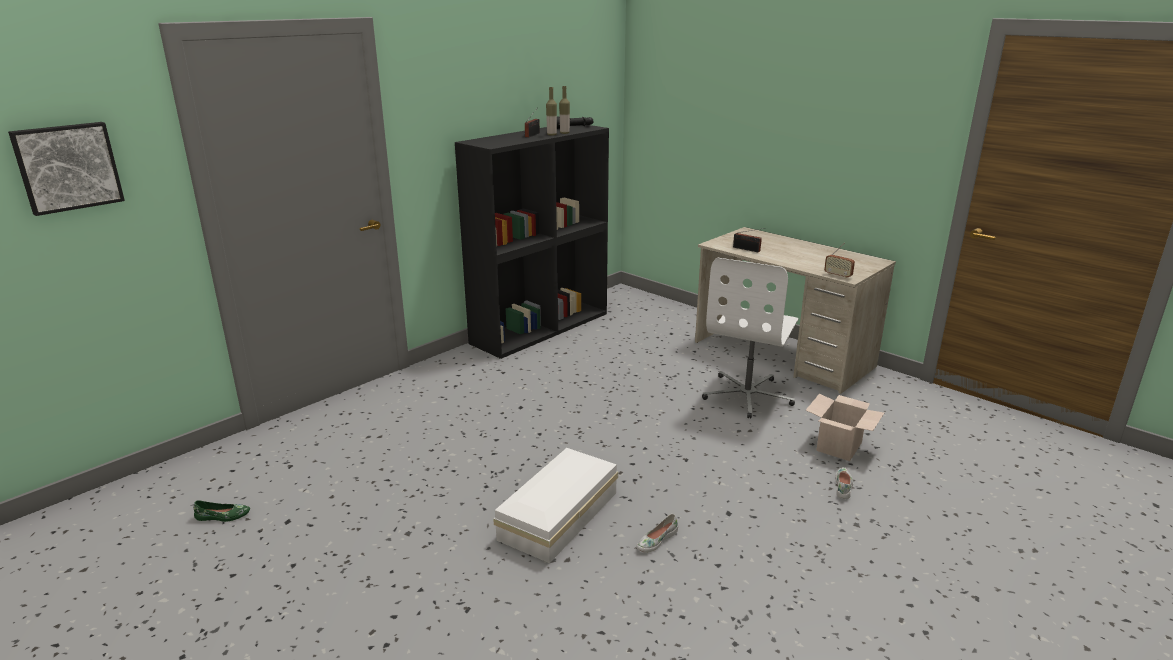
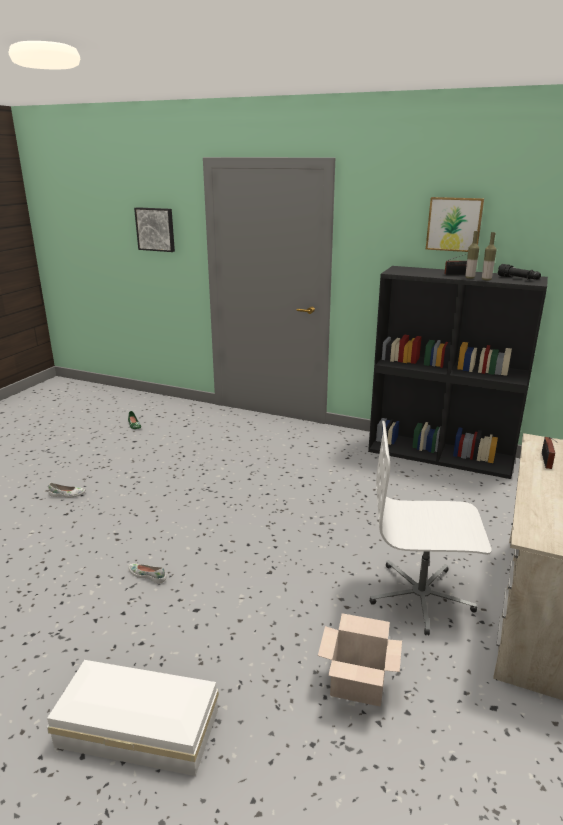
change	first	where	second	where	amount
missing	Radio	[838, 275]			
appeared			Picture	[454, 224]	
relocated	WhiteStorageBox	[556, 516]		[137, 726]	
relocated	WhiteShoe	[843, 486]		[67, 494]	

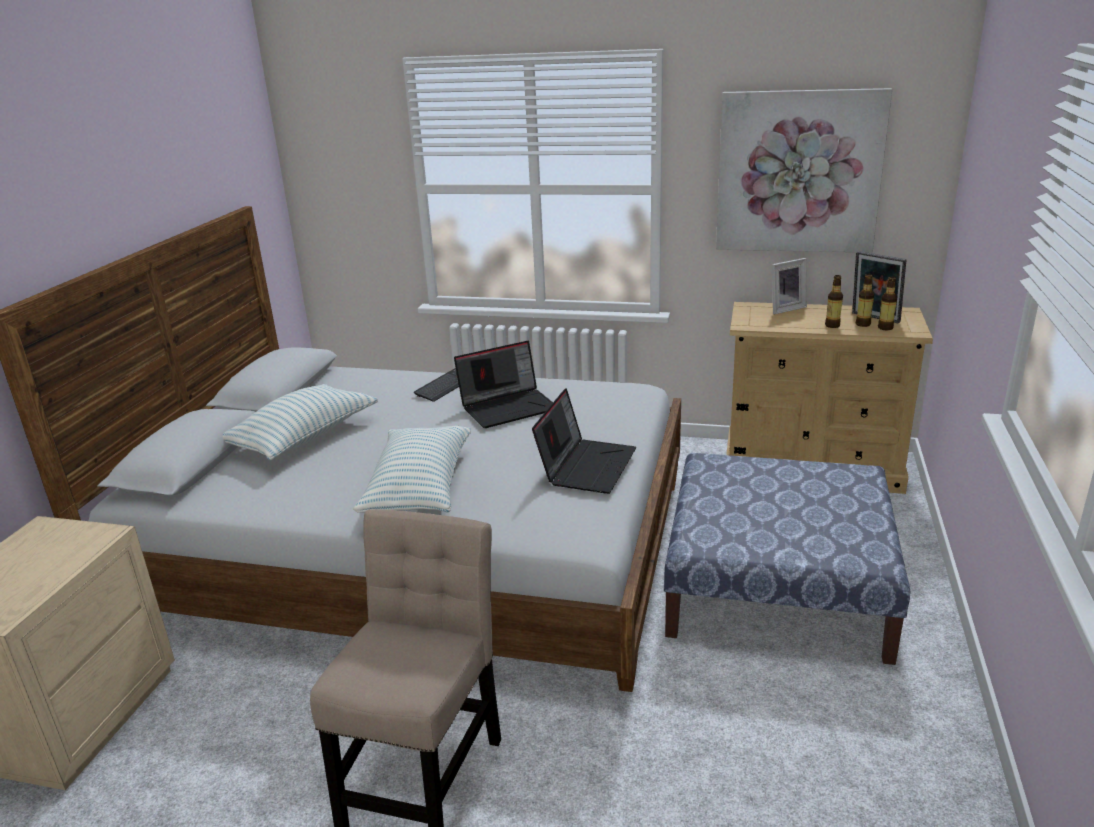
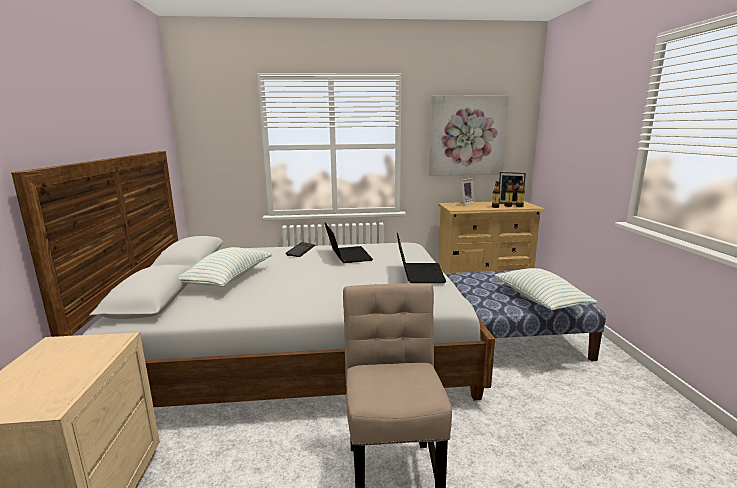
change	first	where	second	where	amount
relocated	Pillow	[419, 487]		[539, 300]	
spun	Laptop	[509, 407]		[347, 255]	60 degrees counterclockwise

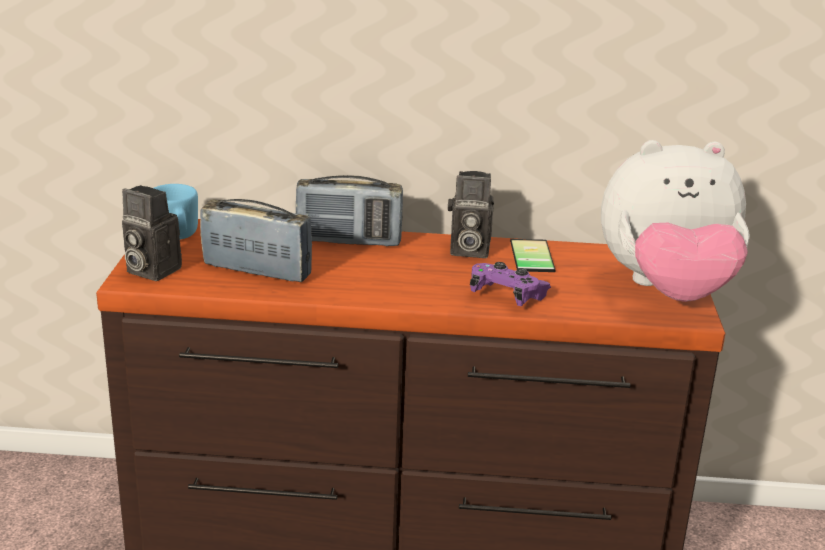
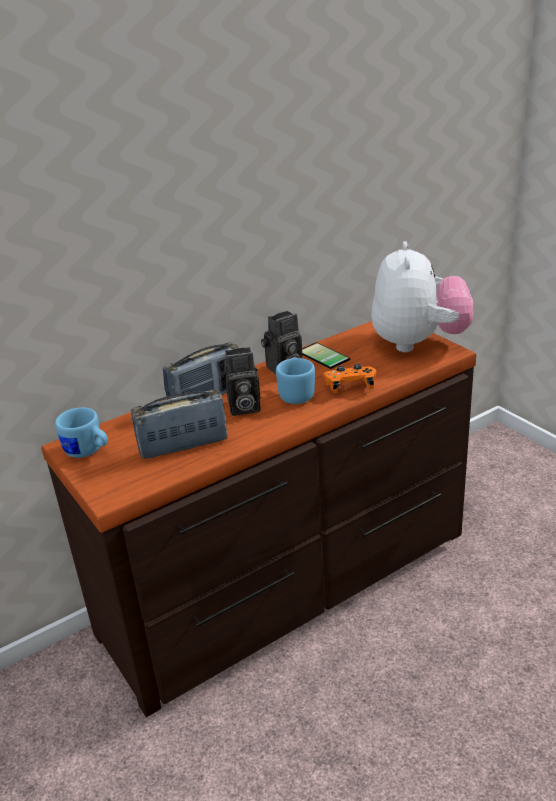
change	first	where	second	where	amount
appeared			BlueMug	[294, 395]	
relocated	PhotoCamera	[149, 270]		[242, 408]	
colour	PurpleGameController	[507, 296]	OrangeGameController	[350, 386]	
spun	PlushToy	[667, 291]		[418, 343]	45 degrees counterclockwise

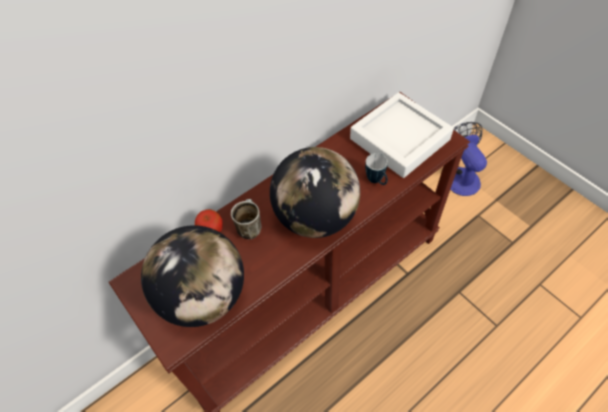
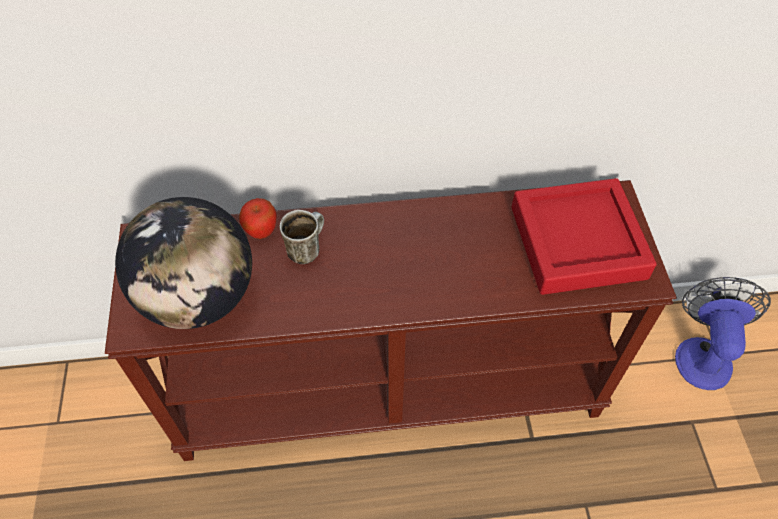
change	first	where	second	where	amount
missing	Globe	[315, 217]			
missing	Mug	[376, 181]			
colour	WhiteTray	[399, 139]	RedTray	[577, 242]	

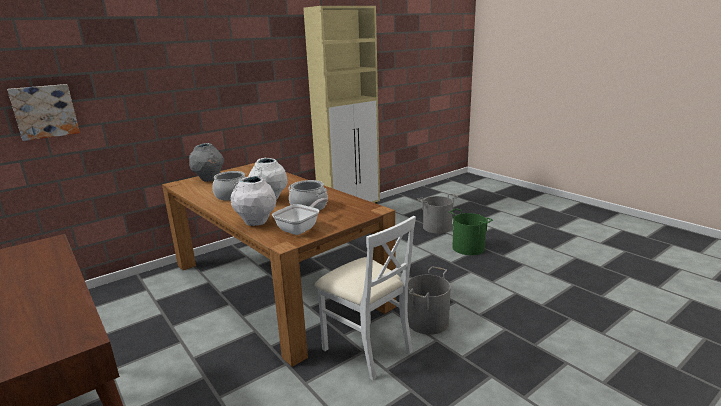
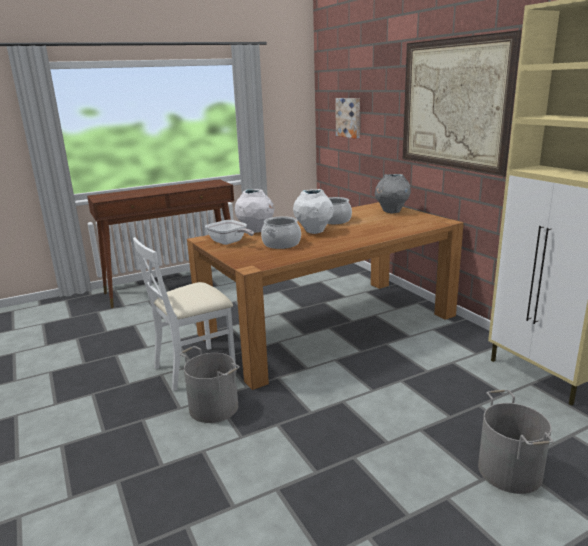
change	first	where	second	where	amount
missing	GreenBucket	[468, 248]			
appeared			Picture	[453, 104]	

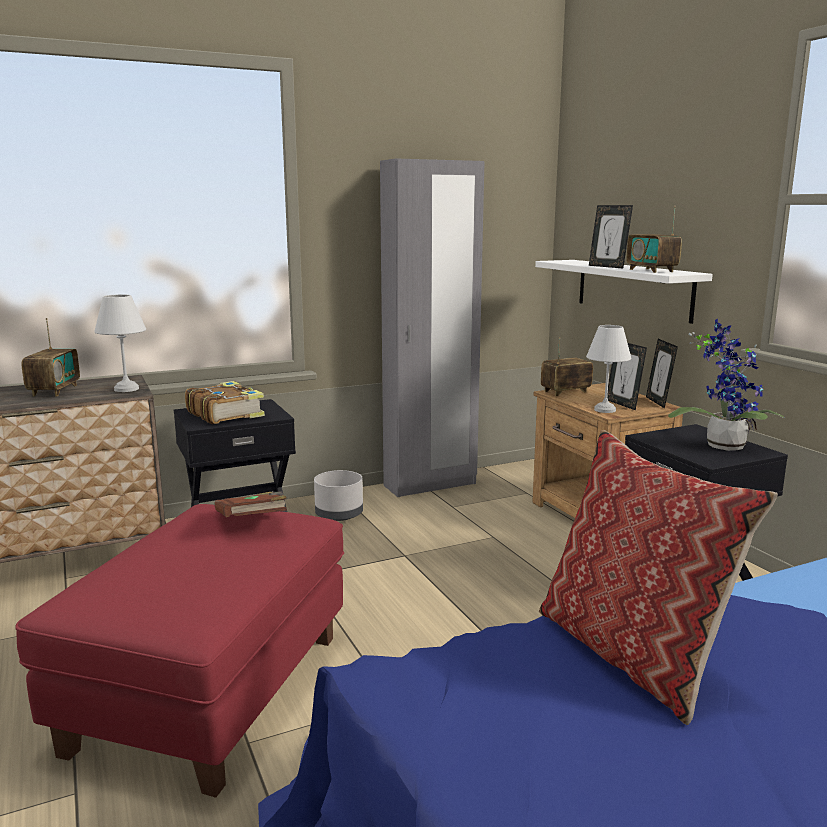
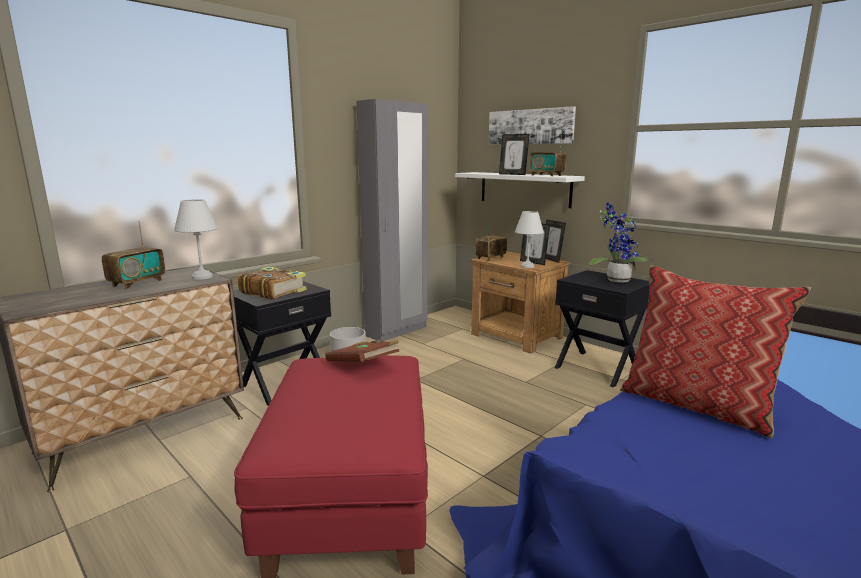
change	first	where	second	where	amount
appeared			Picture	[530, 126]	
spun	Radio	[54, 391]		[137, 283]	45 degrees clockwise

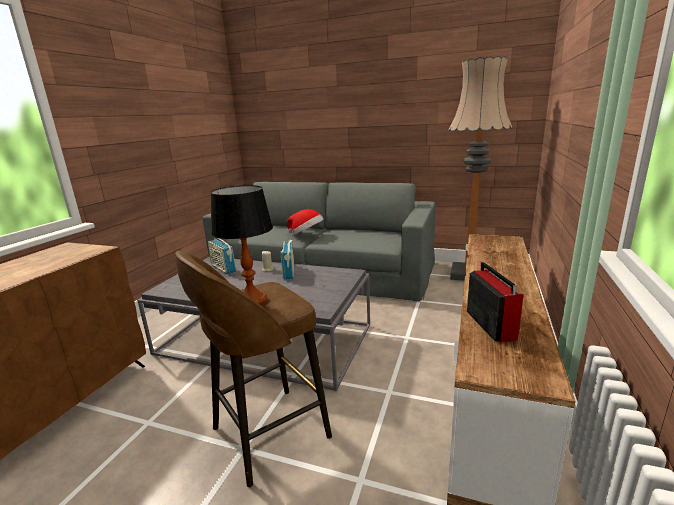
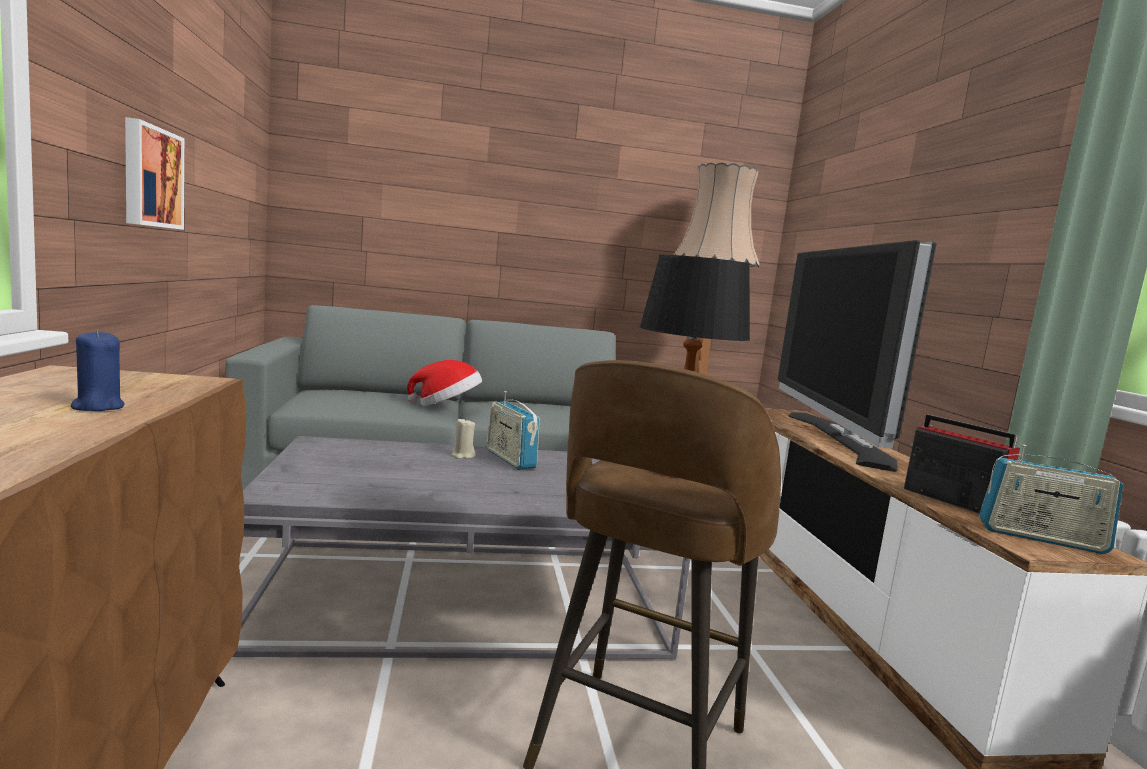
change	first	where	second	where	amount
appeared			BlueCandle	[97, 407]	
appeared			Picture	[150, 177]	
appeared			Television	[836, 439]	
relocated	Radio	[223, 268]		[1041, 538]	

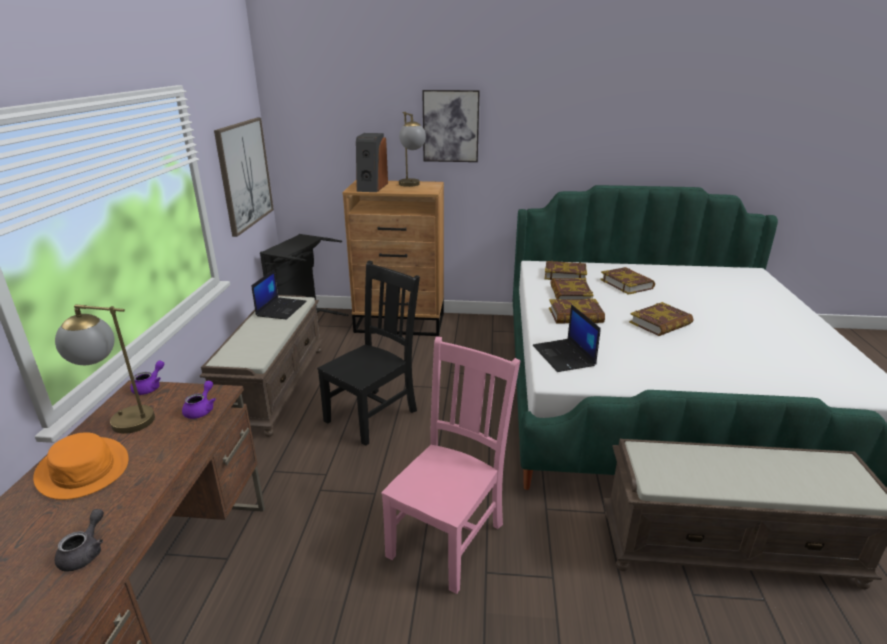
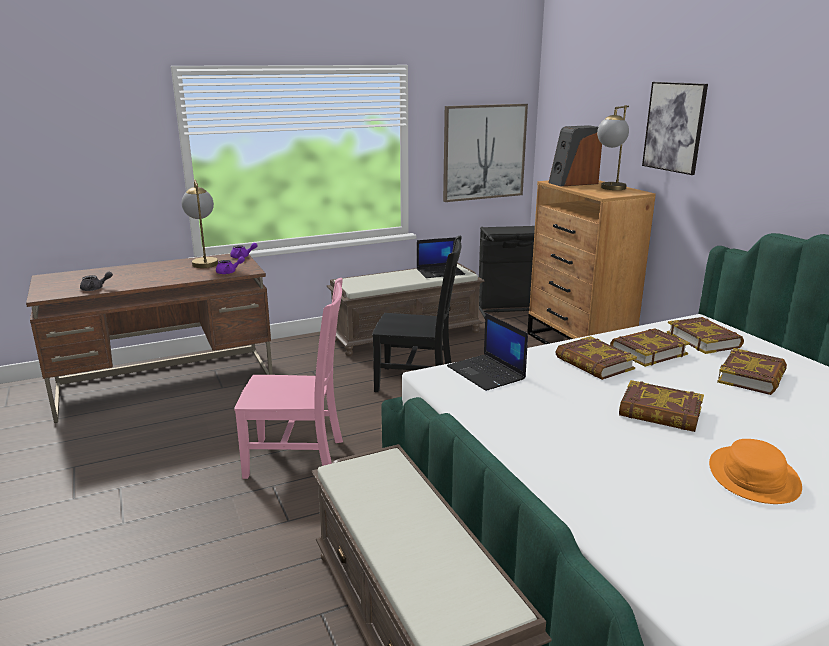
change	first	where	second	where	amount
relocated	OrangeHat	[83, 469]		[754, 476]	
spun	Laptop	[564, 356]		[487, 373]	75 degrees counterclockwise

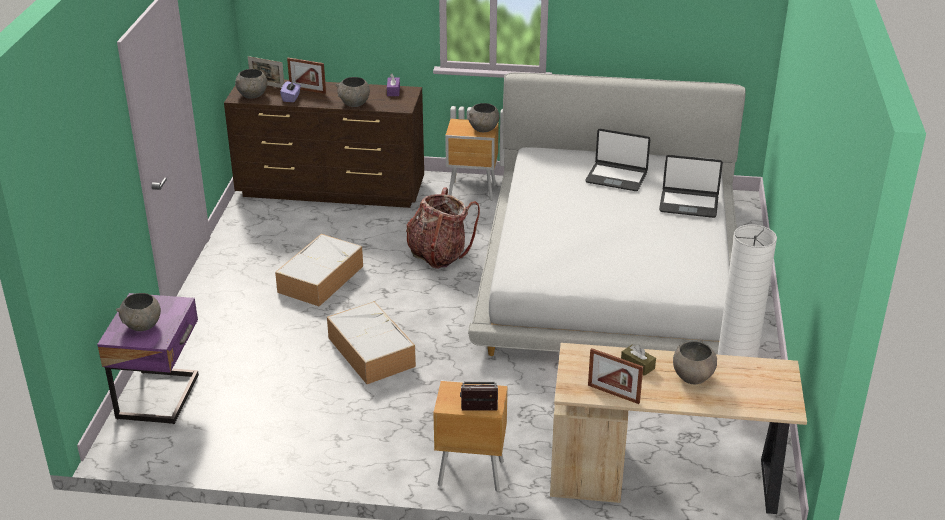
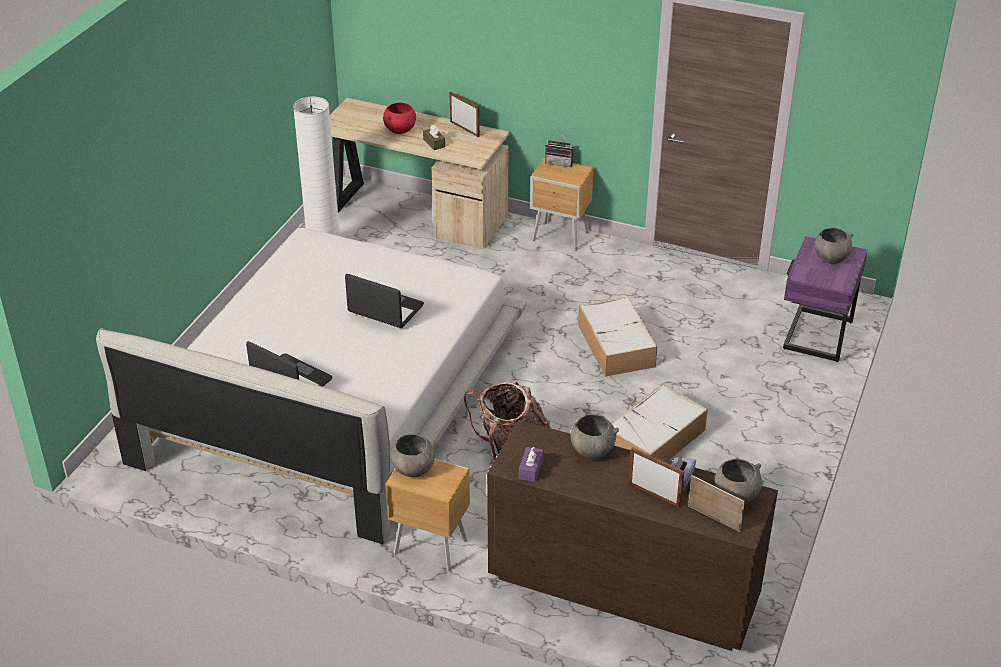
change	first	where	second	where	amount
relocated	Laptop	[688, 204]		[385, 309]	
colour	GreyBowl	[692, 377]	RedBowl	[400, 130]	

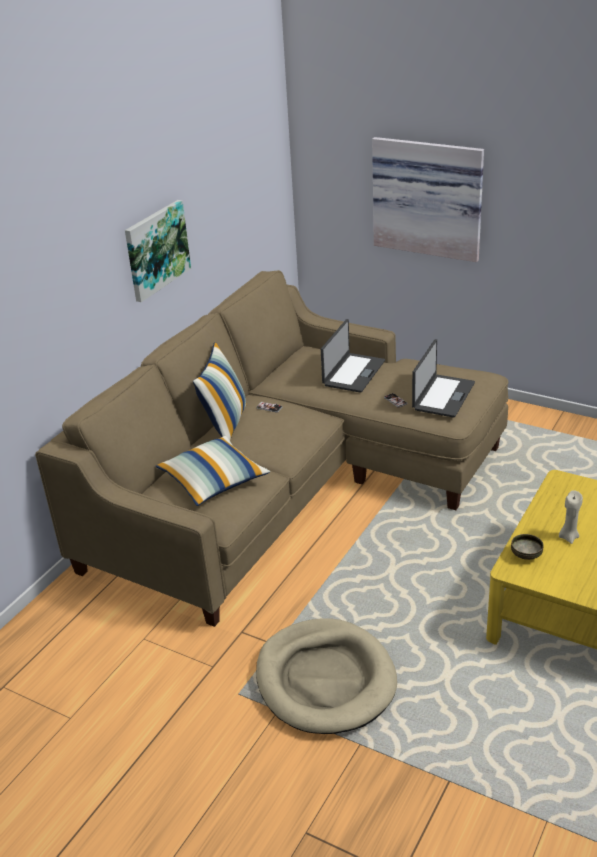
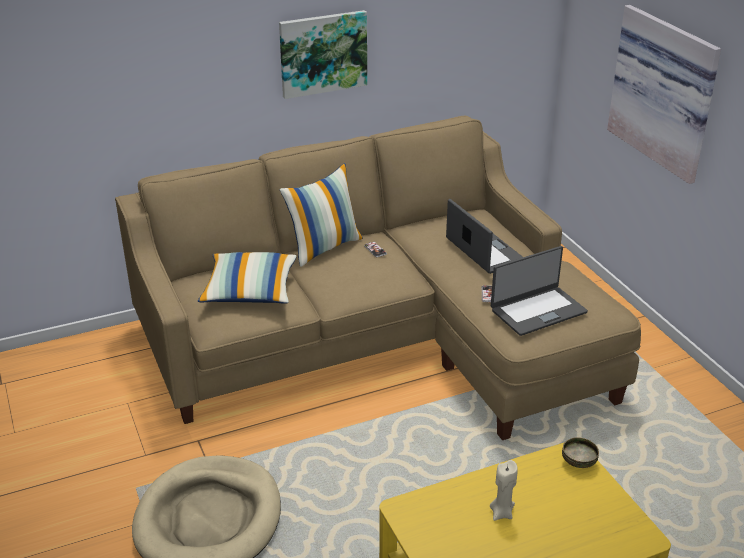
change	first	where	second	where	amount
relocated	Bowl	[525, 555]		[578, 462]	
spun	Laptop	[353, 373]		[484, 251]	90 degrees counterclockwise

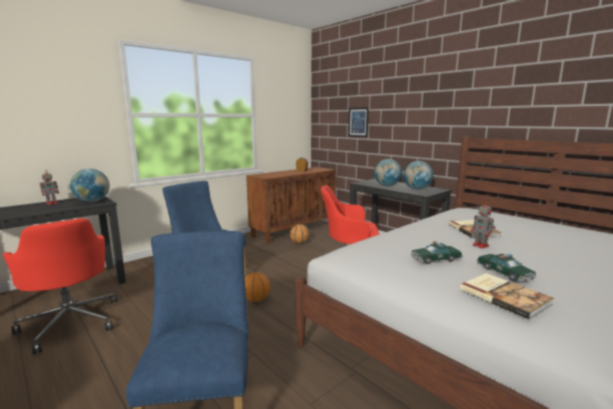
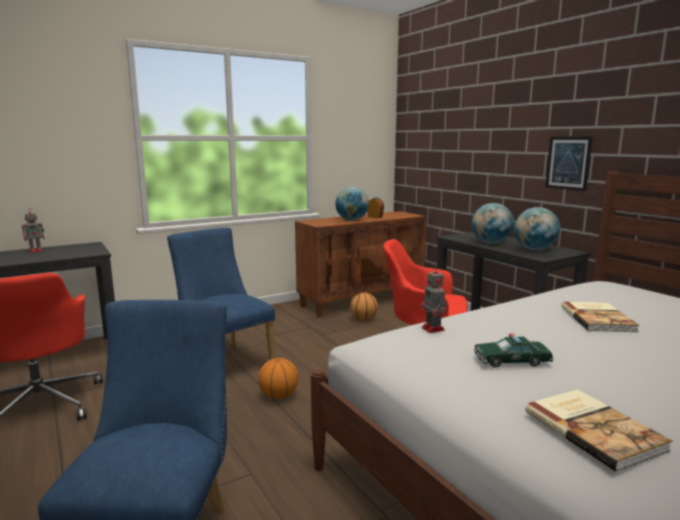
change	first	where	second	where	amount
missing	ToyCar	[504, 273]			
relocated	Globe	[92, 201]		[352, 220]	
relocated	Picture	[358, 122]		[568, 163]	
relocated	ToyRobot	[481, 246]		[433, 329]	

